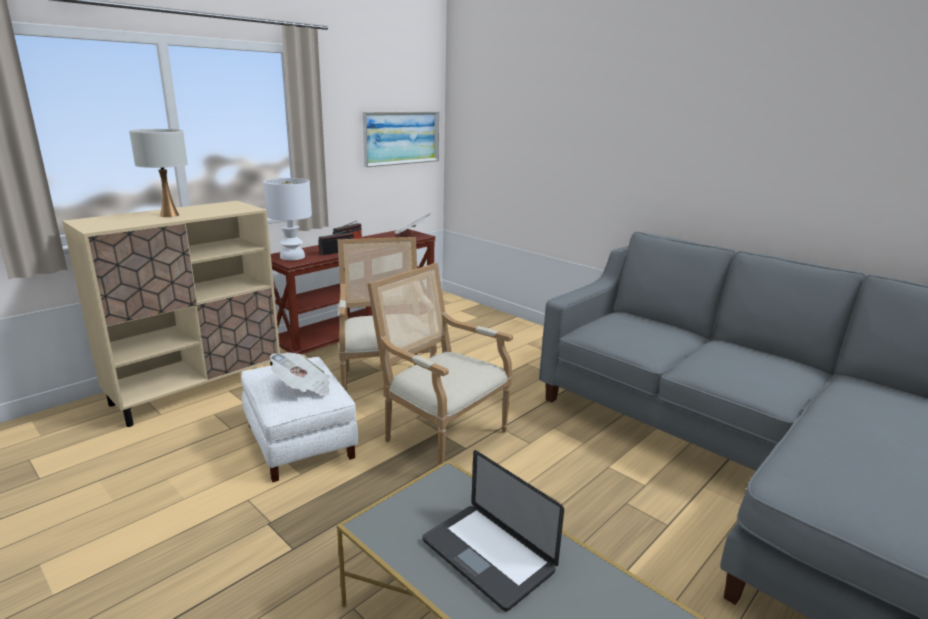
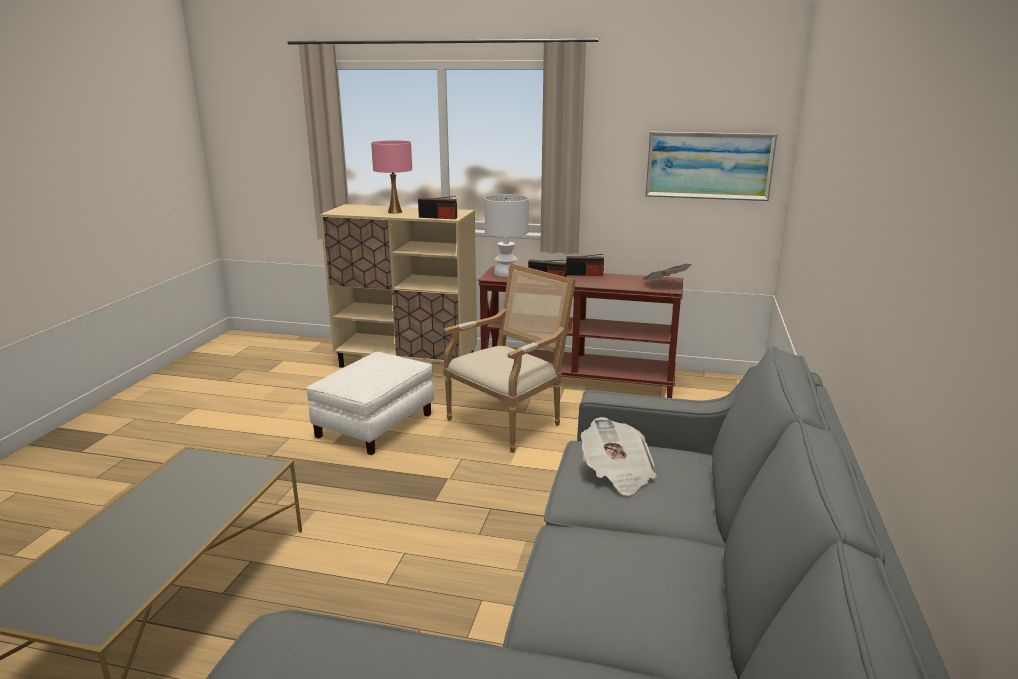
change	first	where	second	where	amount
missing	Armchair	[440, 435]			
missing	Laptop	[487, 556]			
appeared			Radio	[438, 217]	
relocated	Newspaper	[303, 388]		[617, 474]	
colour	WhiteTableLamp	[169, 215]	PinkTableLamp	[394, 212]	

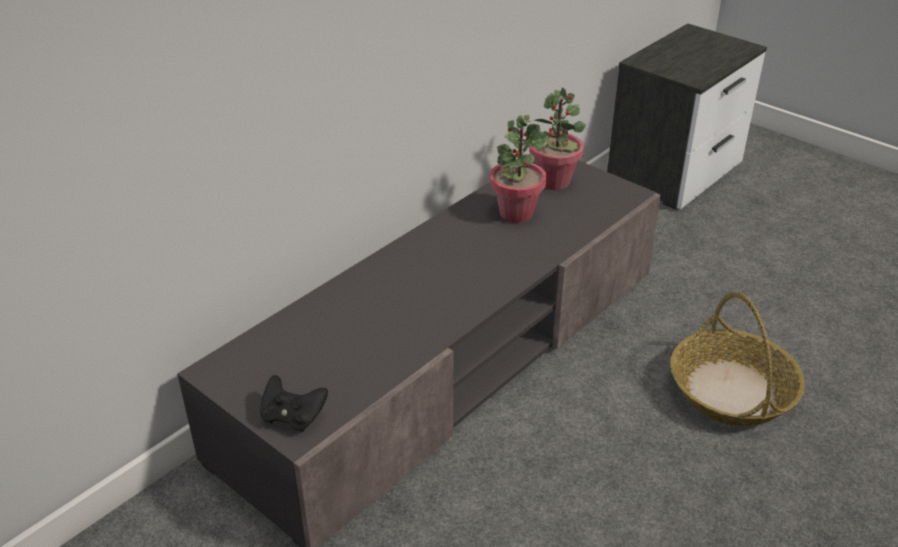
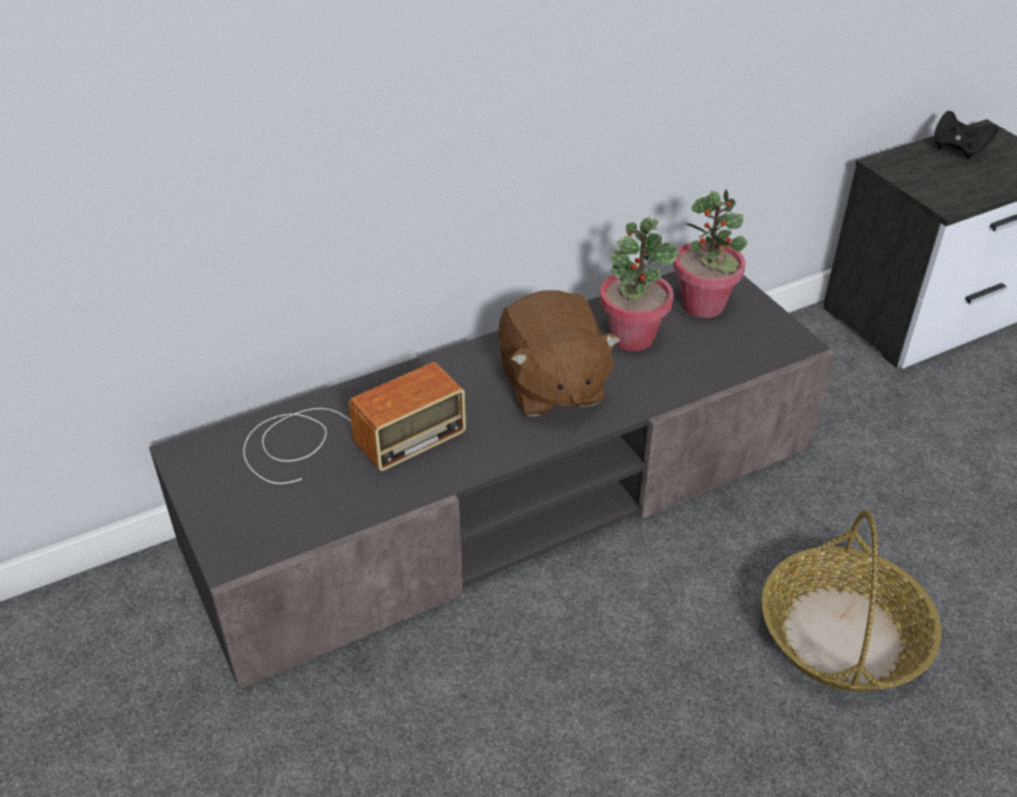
change	first	where	second	where	amount
appeared			Radio	[345, 439]	
appeared			BrownPlushToy	[551, 386]	
relocated	BlackGameController	[293, 417]		[958, 149]	

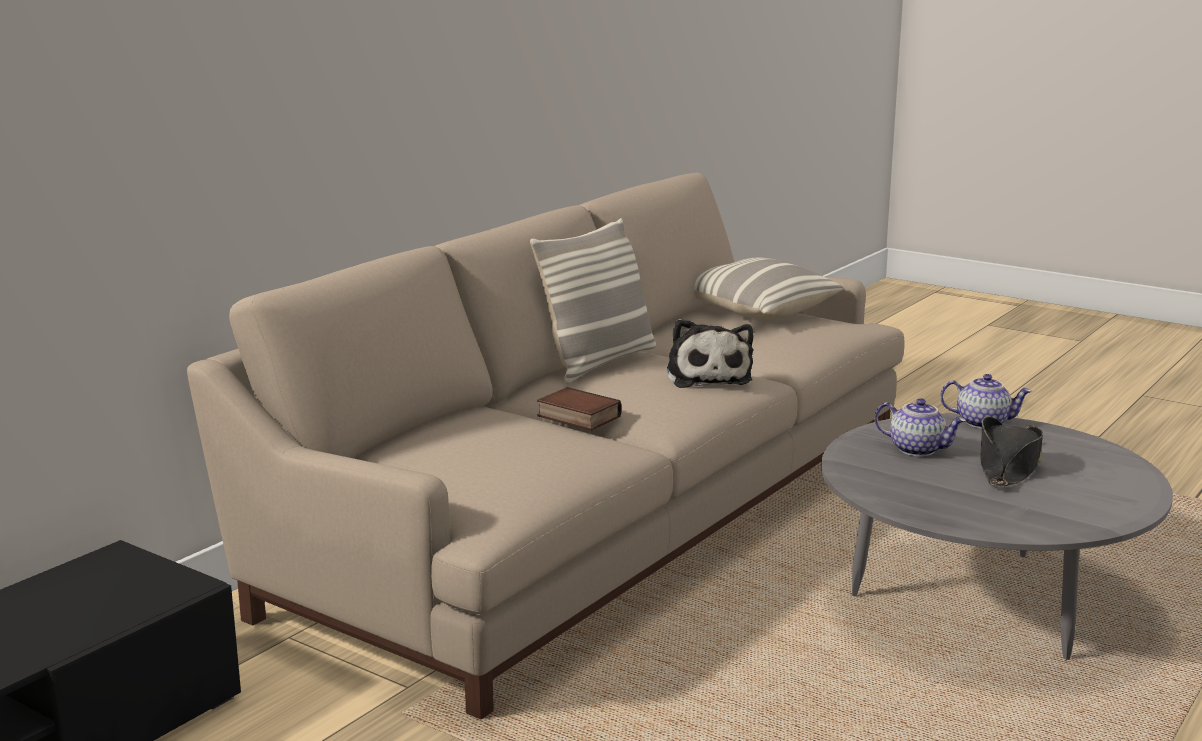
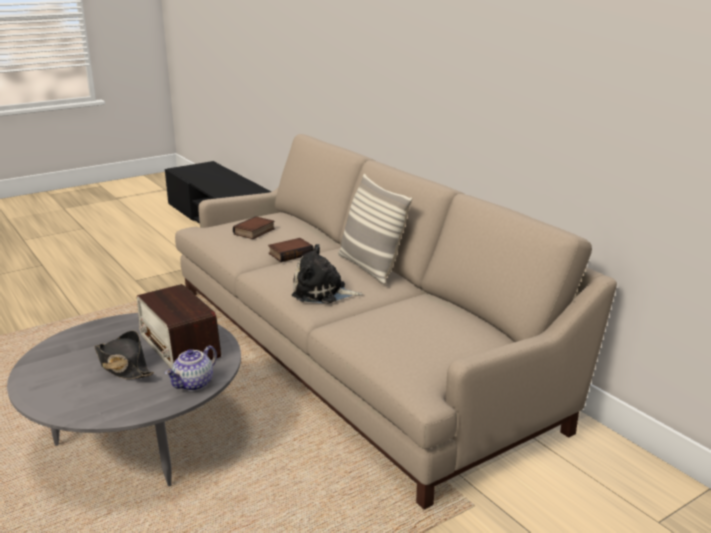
change	first	where	second	where	amount
missing	Pillow	[755, 311]			
appeared			Book	[254, 232]	
exchanged	Teapot	[918, 449]	Radio	[179, 346]	

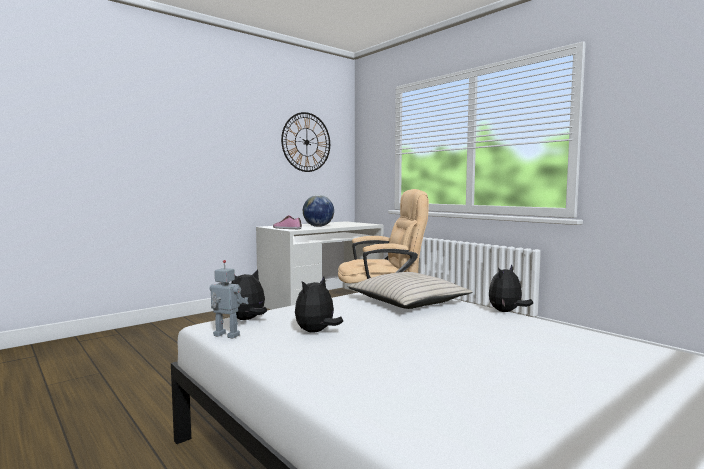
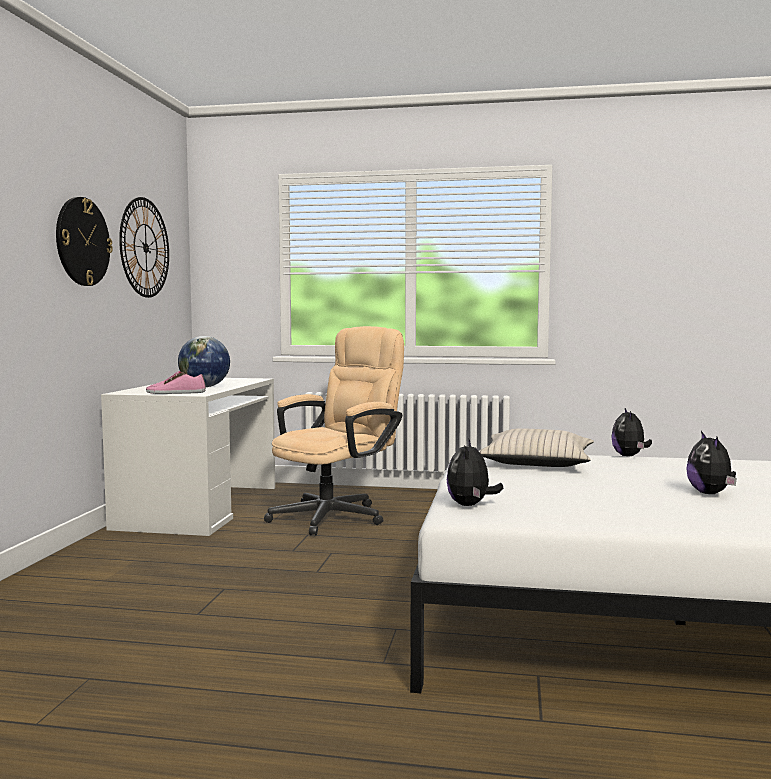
change	first	where	second	where	amount
missing	ToyRobot	[225, 336]			
appeared			WallClock	[82, 242]	
relocated	PlushToy	[316, 332]		[711, 493]	

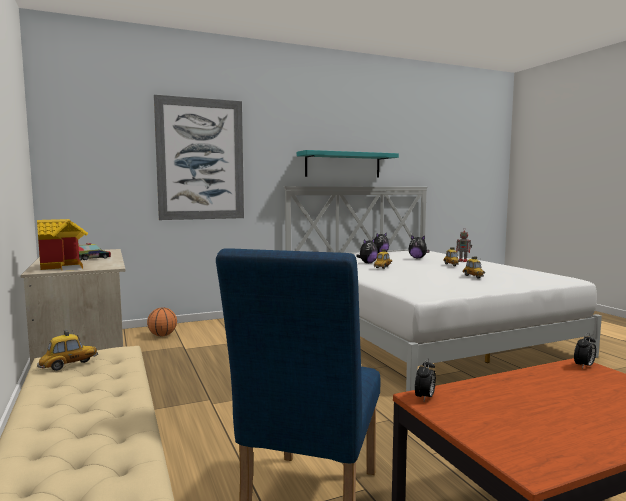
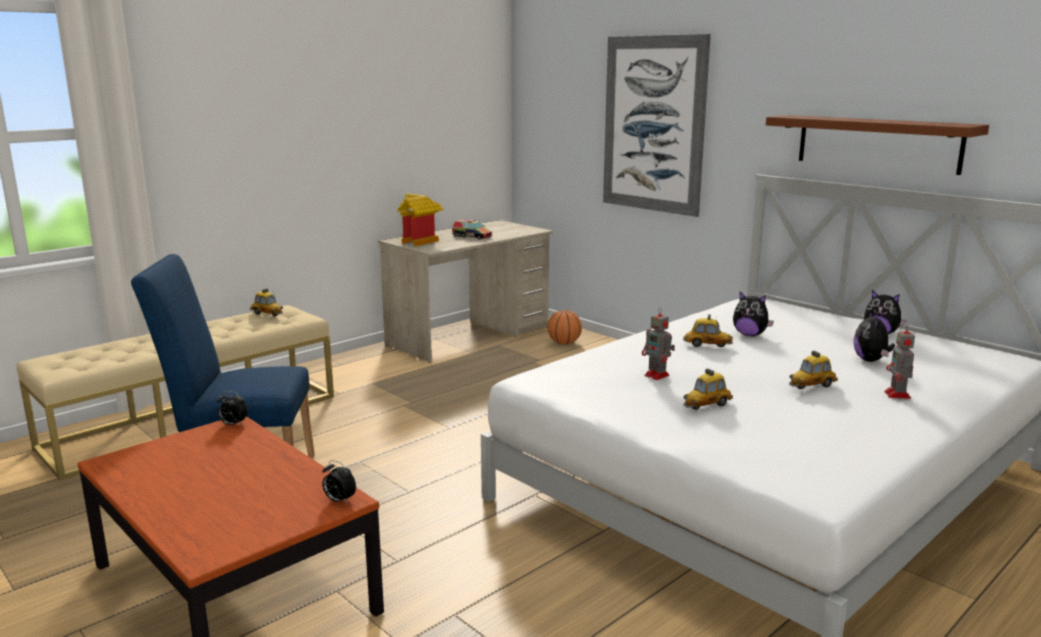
change	first	where	second	where	amount
appeared			ToyRobot	[657, 376]	
colour	TurquoiseShelf	[343, 165]	BrownShelf	[877, 143]	

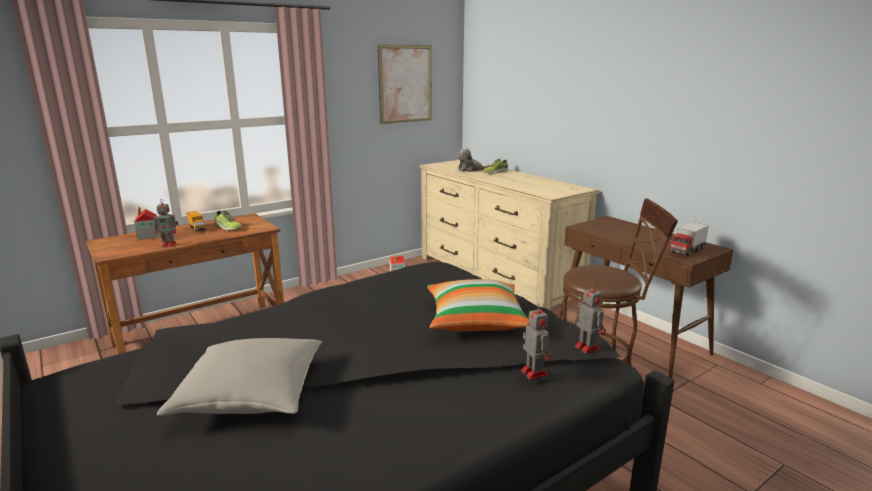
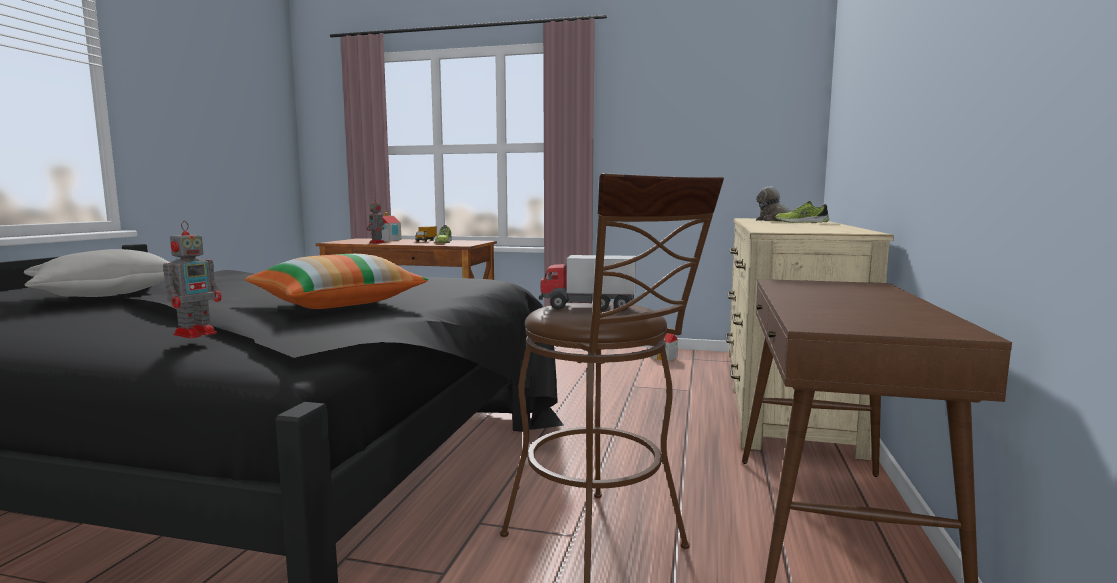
change	first	where	second	where	amount
missing	Picture	[405, 84]			
missing	ToyRobot	[586, 347]			
relocated	ToyTruck	[686, 251]		[587, 307]	

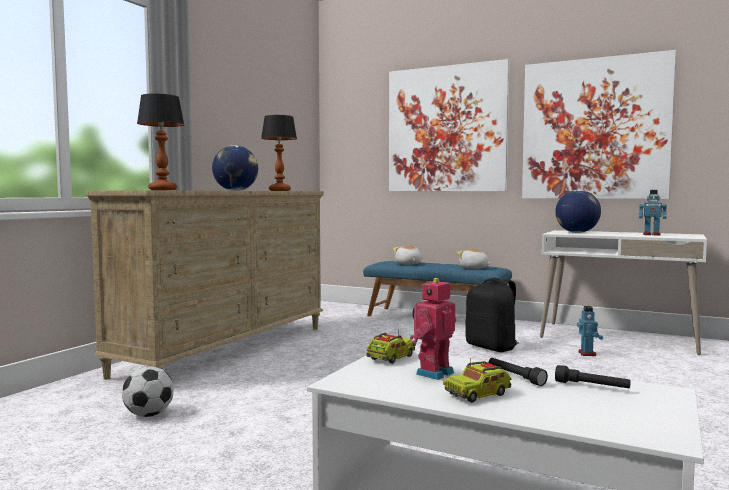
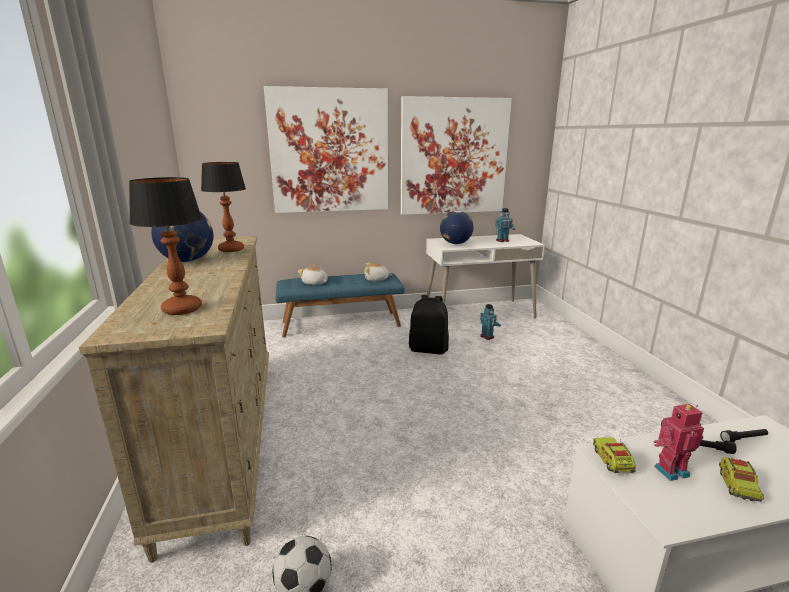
change	first	where	second	where	amount
spun	ToyRobot	[432, 373]		[669, 470]	75 degrees clockwise

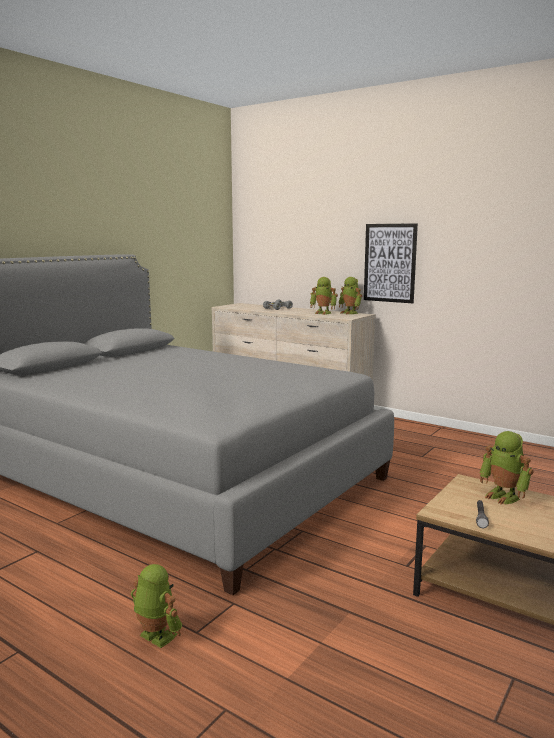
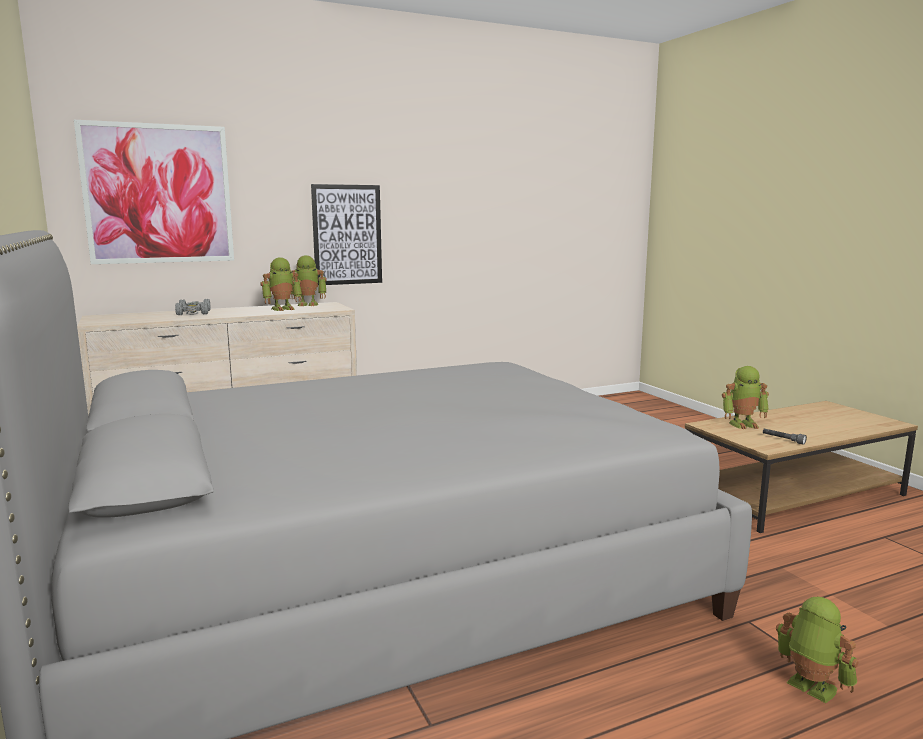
change	first	where	second	where	amount
appeared			Picture	[158, 194]	
spun	ToyRobot	[155, 637]		[809, 688]	75 degrees clockwise

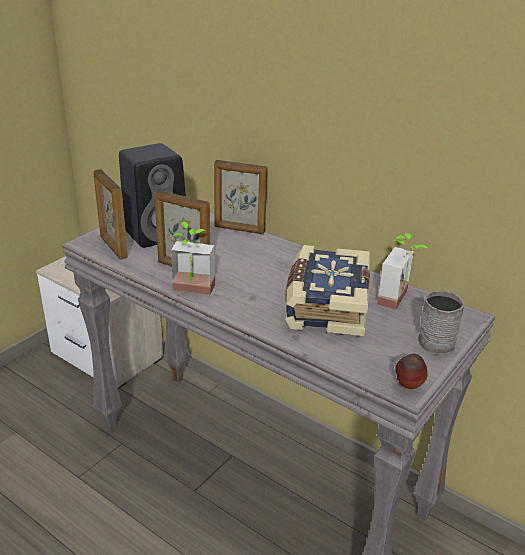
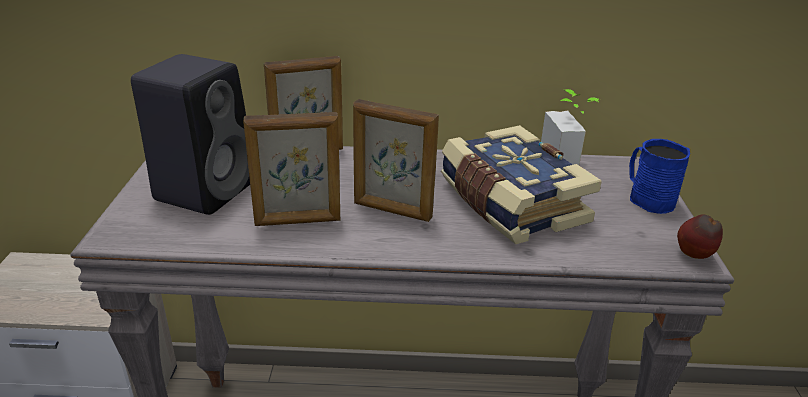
change	first	where	second	where	amount
missing	PottedPlant	[191, 291]			
relocated	PictureFrame	[113, 247]		[392, 211]	
colour	GreyMug	[435, 339]	BlueMug	[647, 198]	

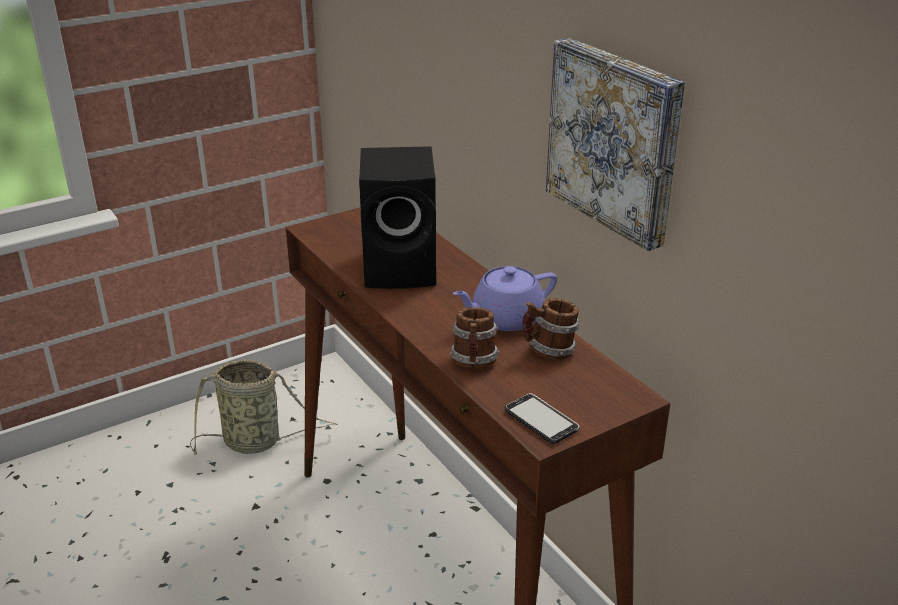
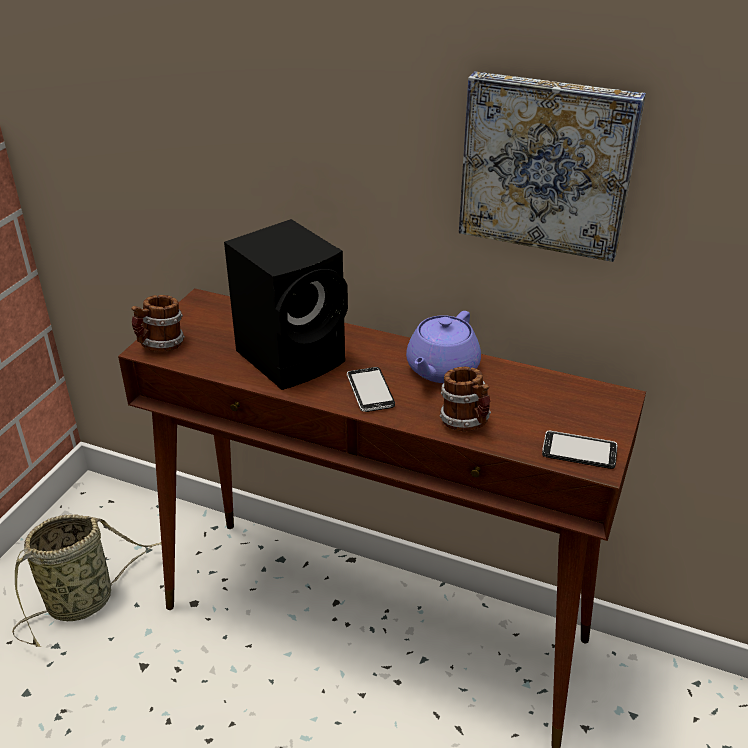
change	first	where	second	where	amount
appeared			Phone	[370, 391]	
relocated	Mug	[549, 352]		[161, 346]	

